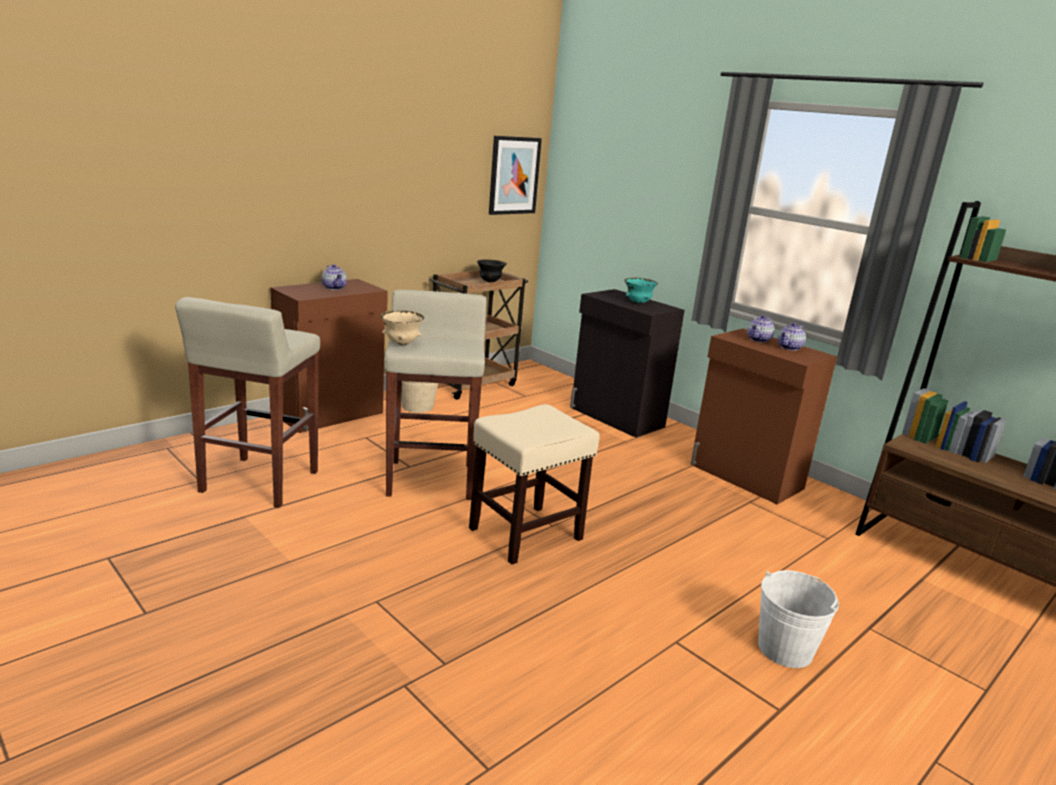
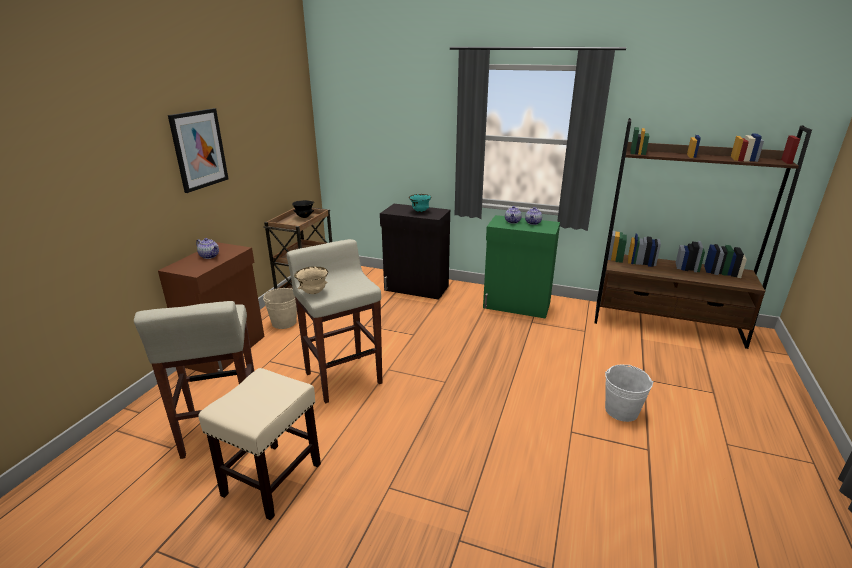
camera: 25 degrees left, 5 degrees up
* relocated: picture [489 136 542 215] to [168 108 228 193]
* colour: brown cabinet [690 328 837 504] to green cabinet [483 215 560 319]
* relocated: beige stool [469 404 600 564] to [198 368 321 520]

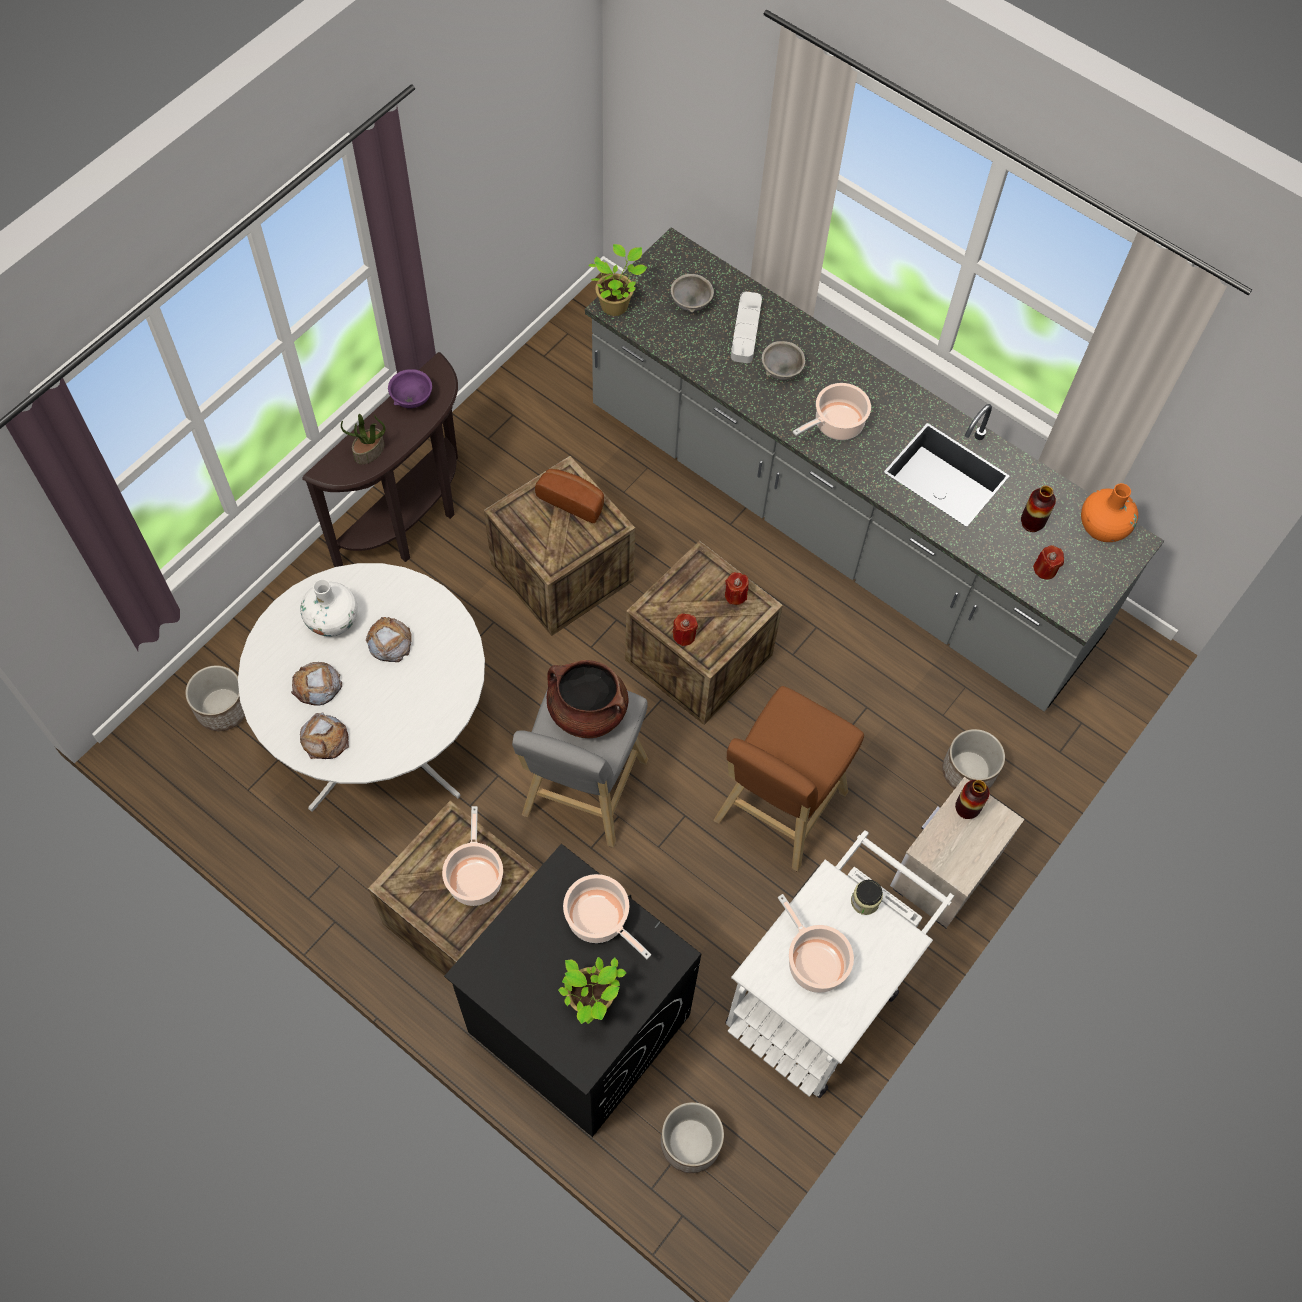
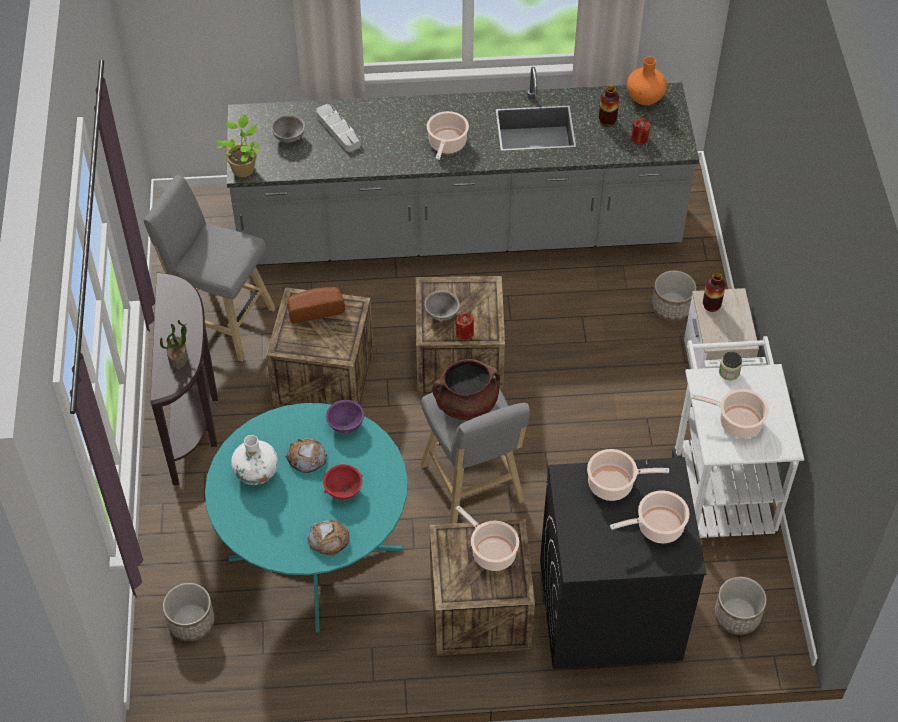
camera: 40 degrees left, 10 degrees down
* relocated: grey bowl [762 341 805 380] to [424 290 460 322]
* relocated: purple bowl [388 369 432 408] to [326 400 364 434]
* colour: white dining table [238 563 485 812] to turquoise dining table [205 403 408 632]
* missing: red candle [725 572 749 605]
* missing: bread [291 662 342 706]
* missing: brown stool [714 686 864 872]
* exchanged: potted plant [558 957 626 1024] to cooking pot [610 490 690 543]
* appeared: grey stool [144 175 276 361]
* appeared: red bowl [323 464 363 500]

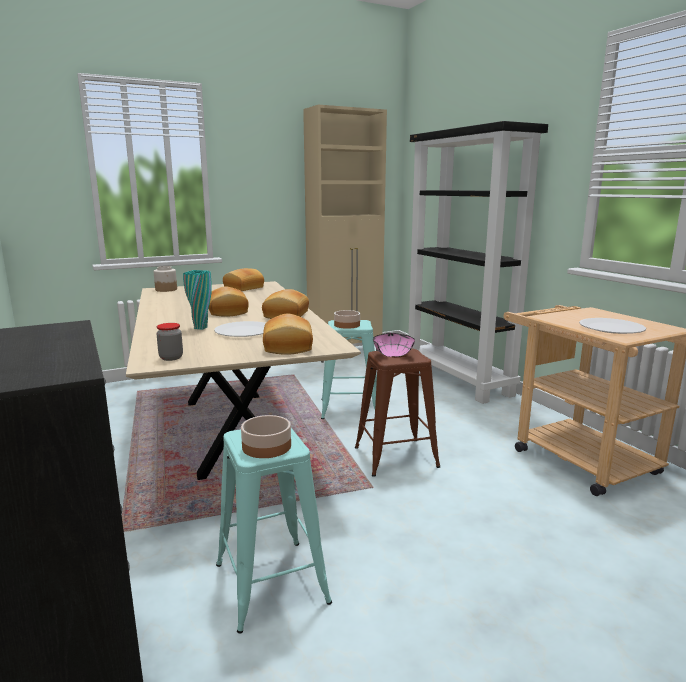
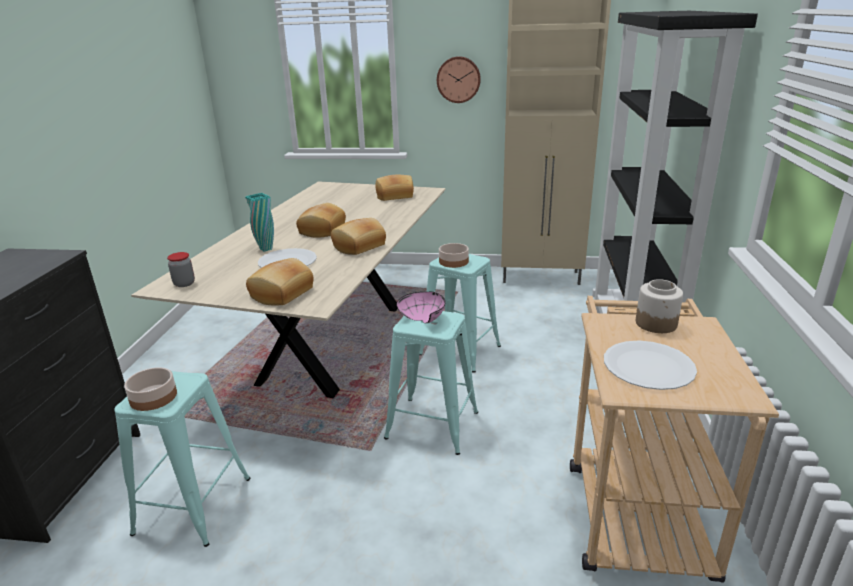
camera: 35 degrees right, 10 degrees up
* relocated: jar [154 266 177 292] to [636 279 683 333]
* colour: brown stool [355 348 440 477] to turquoise stool [384 311 478 455]
* appeared: wall clock [437 56 481 103]

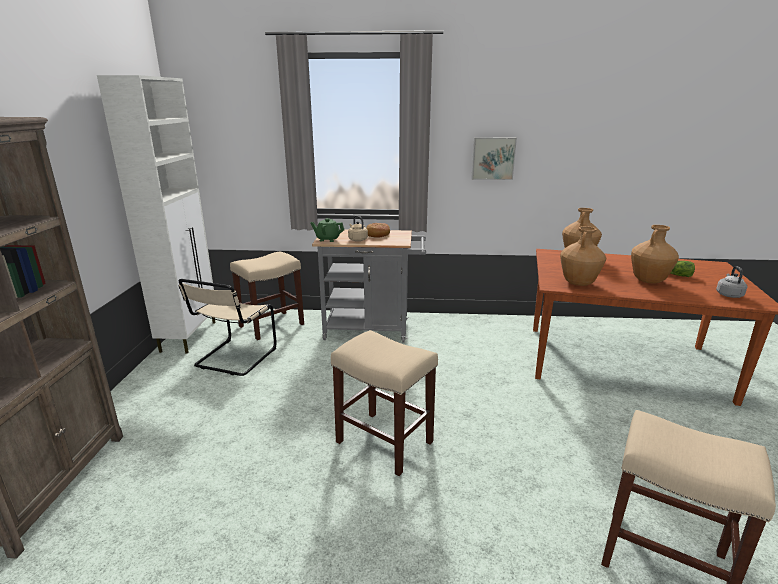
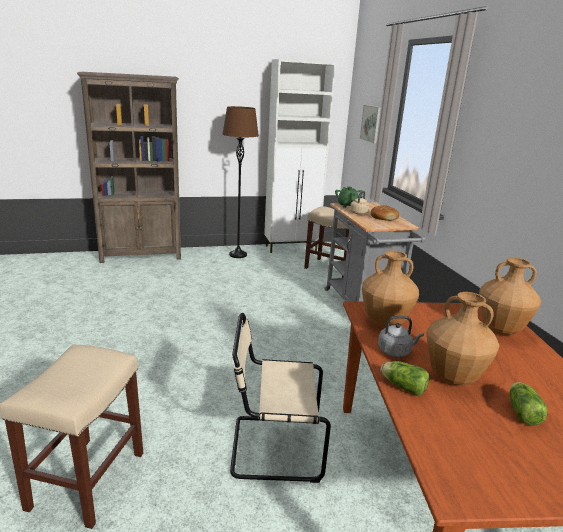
camera: 70 degrees right, 0 degrees up
* relocated: picture [471 137 517 180] to [360 105 381 143]
* relocated: grey kettle [716 266 747 298] to [378 316 424 357]
* relocated: beige chair [179 279 277 376] to [230 313 331 483]
* missing: beige stool [331 330 438 476]
* appeared: brown floor lamp [223 106 259 258]
* appeared: lettuce [381 361 429 395]

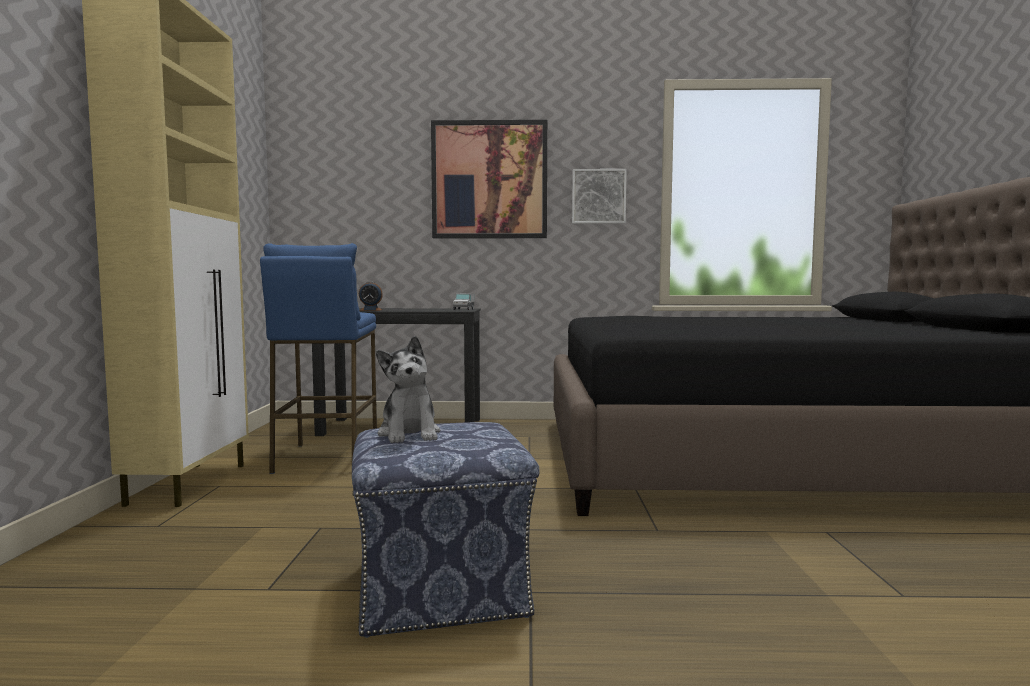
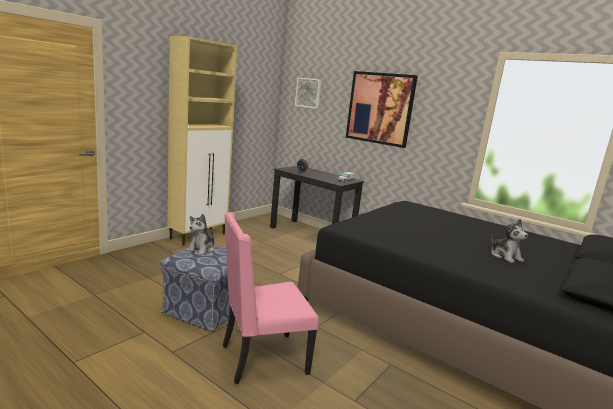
camera: 35 degrees right, 10 degrees up
* relocated: picture [572 169 627 224] to [295 77 321 109]
* missing: blue stool [260 243 377 474]
* appeared: pink chair [223 212 319 384]
* appeared: plush toy [491 219 528 263]

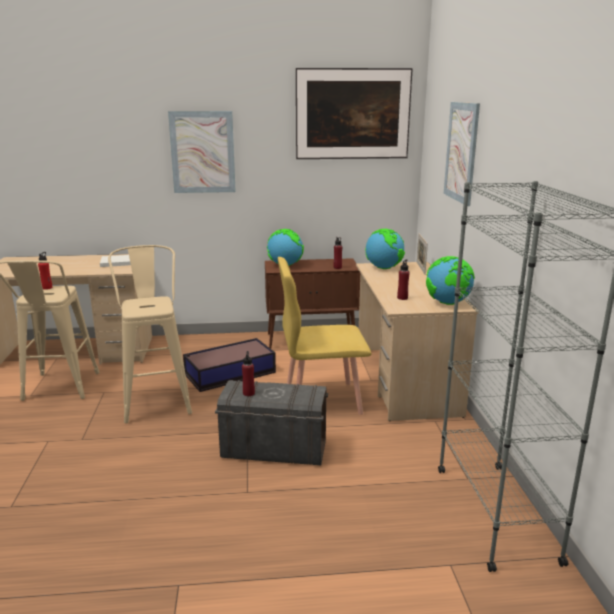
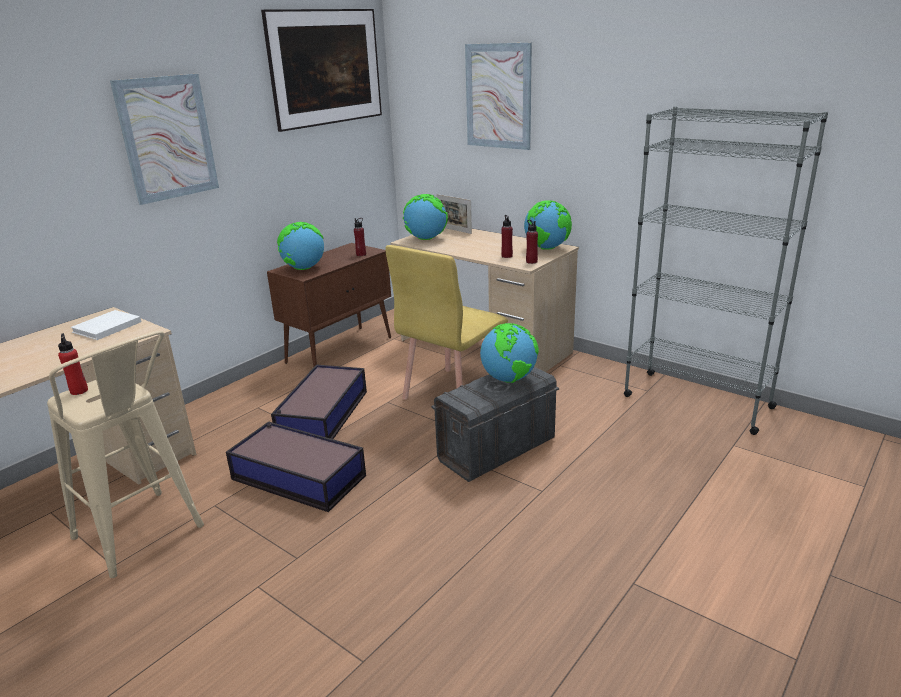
camera: 45 degrees left, 5 degrees up
* exchanged: beige stool [108 245 192 423] to storage box [226 421 366 512]
* relocated: red bottle [242 351 255 396] to [526 220 538 264]
* appeared: globe [480 323 539 383]

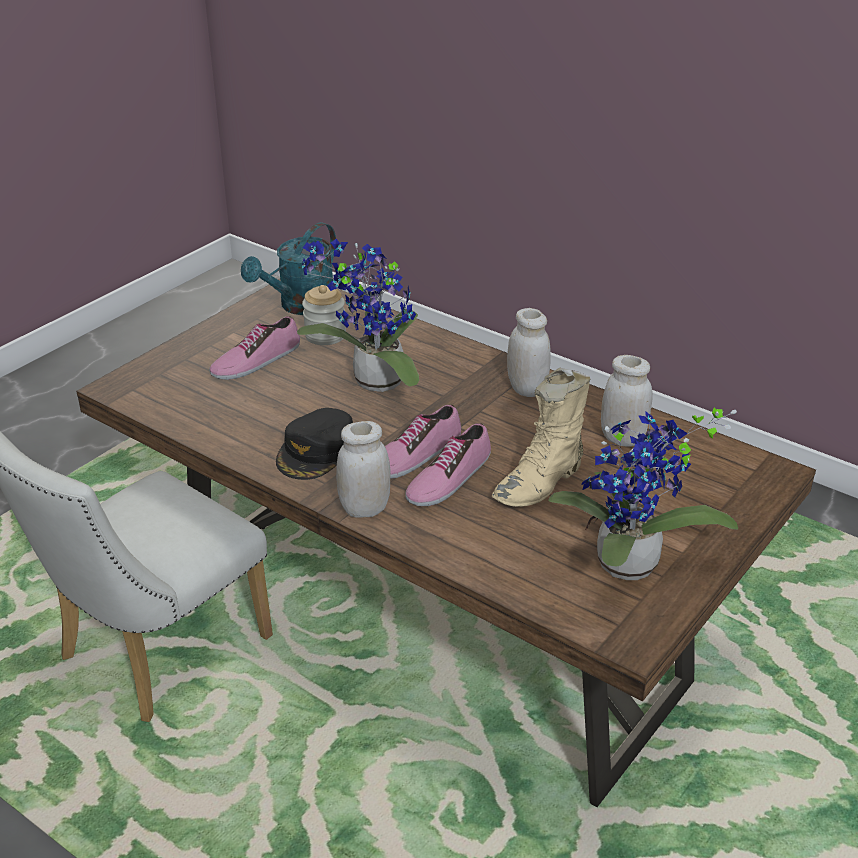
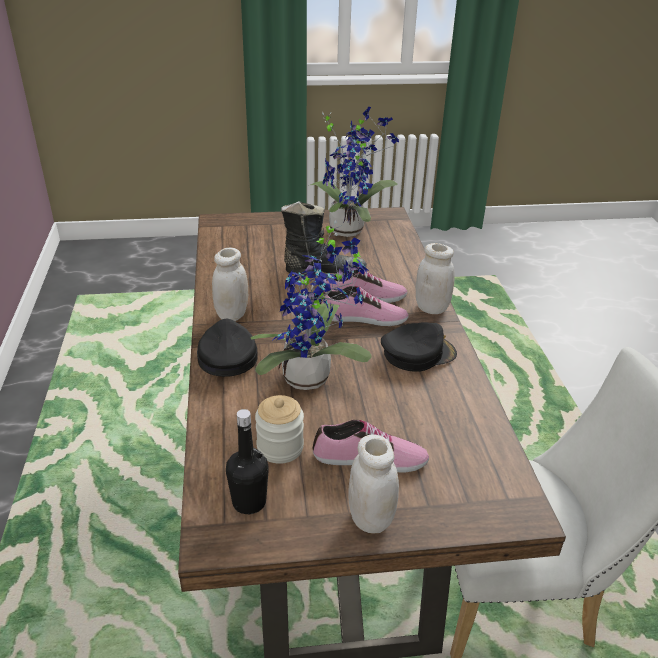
camera: 135 degrees left, 0 degrees up
* exchanged: turquoise watering can [241 222 336 315] to black bottle [226 409 269 514]
* relocated: white jar [601 355 653 447] to [348 434 399 534]
* colour: beige boot [492 368 590 507] to black boot [281 201 367 275]
* appeared: black cap [197 319 258 377]

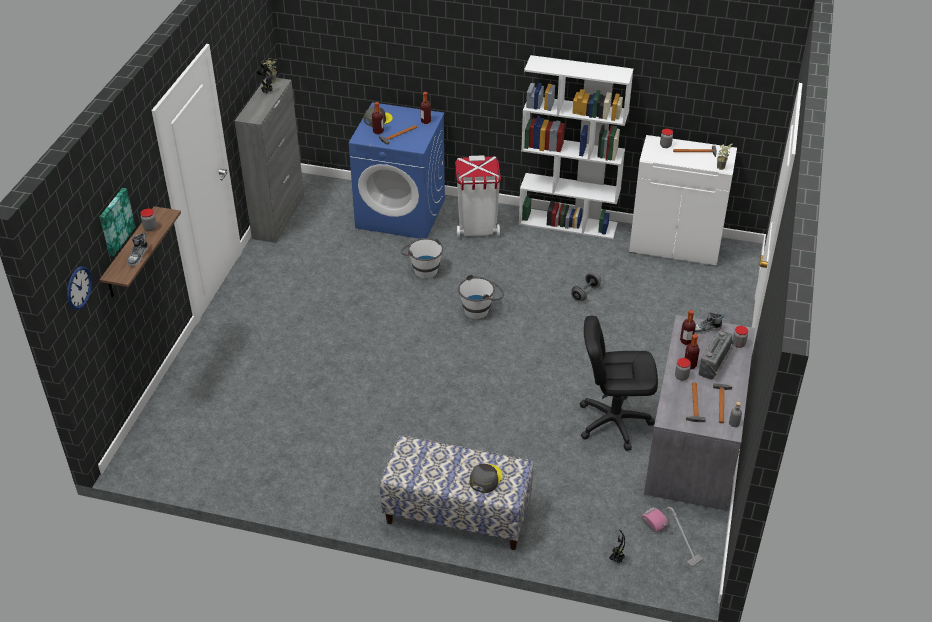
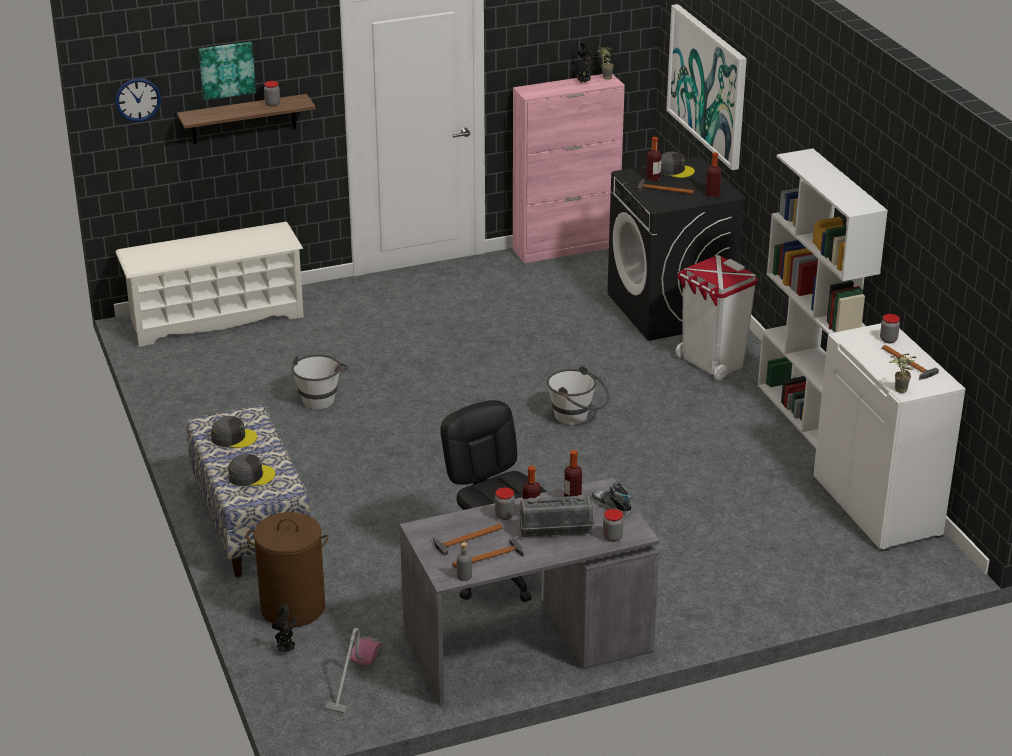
camera: 55 degrees right, 10 degrees down
* colour: grey cabinet [234 77 304 243] to pink cabinet [513 74 625 263]
* colour: blue washing machine [349 102 445 239] to black washing machine [607 157 746 341]
* missing: shoe [128 233 148 266]
* relocated: white bucket [401 238 443 279] to [292 354 349 410]
* missing: grey dumbbell [571 273 601 301]
* appeared: picture [666 4 747 170]
* appeared: white shoe rack [115 222 304 347]
* appeared: grey cap [211 416 257 448]
* appeared: brown laundry basket [246 512 328 628]

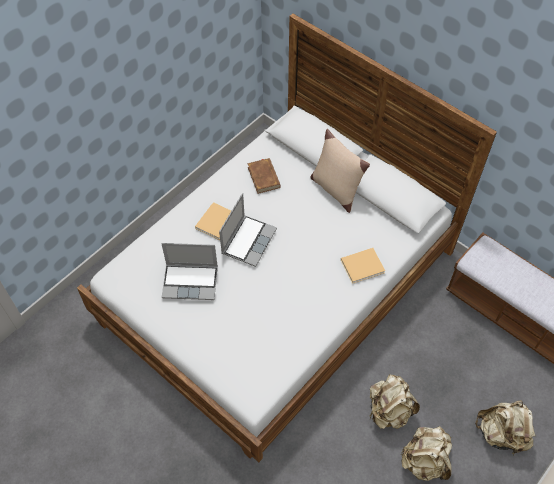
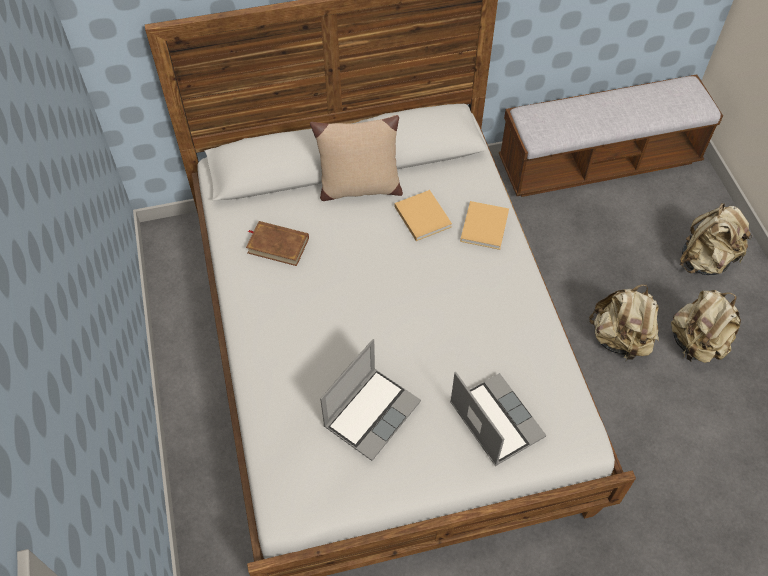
camera: 55 degrees left, 0 degrees up
* relocated: laptop [219 193 277 267] to [450 372 547 466]
* relocated: beige book [195 202 231 240] to [395 190 452 241]

